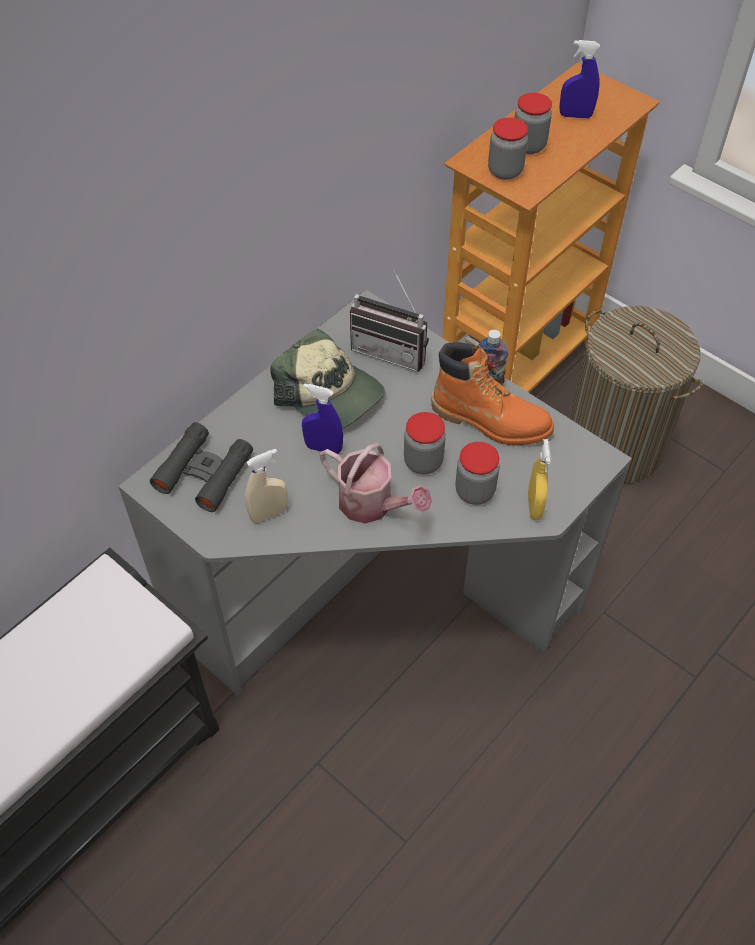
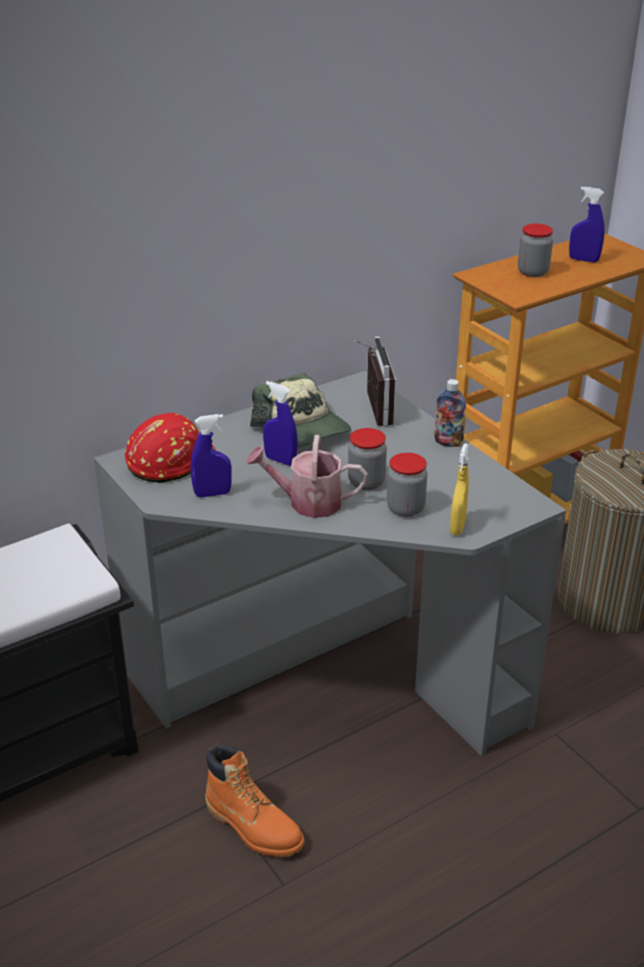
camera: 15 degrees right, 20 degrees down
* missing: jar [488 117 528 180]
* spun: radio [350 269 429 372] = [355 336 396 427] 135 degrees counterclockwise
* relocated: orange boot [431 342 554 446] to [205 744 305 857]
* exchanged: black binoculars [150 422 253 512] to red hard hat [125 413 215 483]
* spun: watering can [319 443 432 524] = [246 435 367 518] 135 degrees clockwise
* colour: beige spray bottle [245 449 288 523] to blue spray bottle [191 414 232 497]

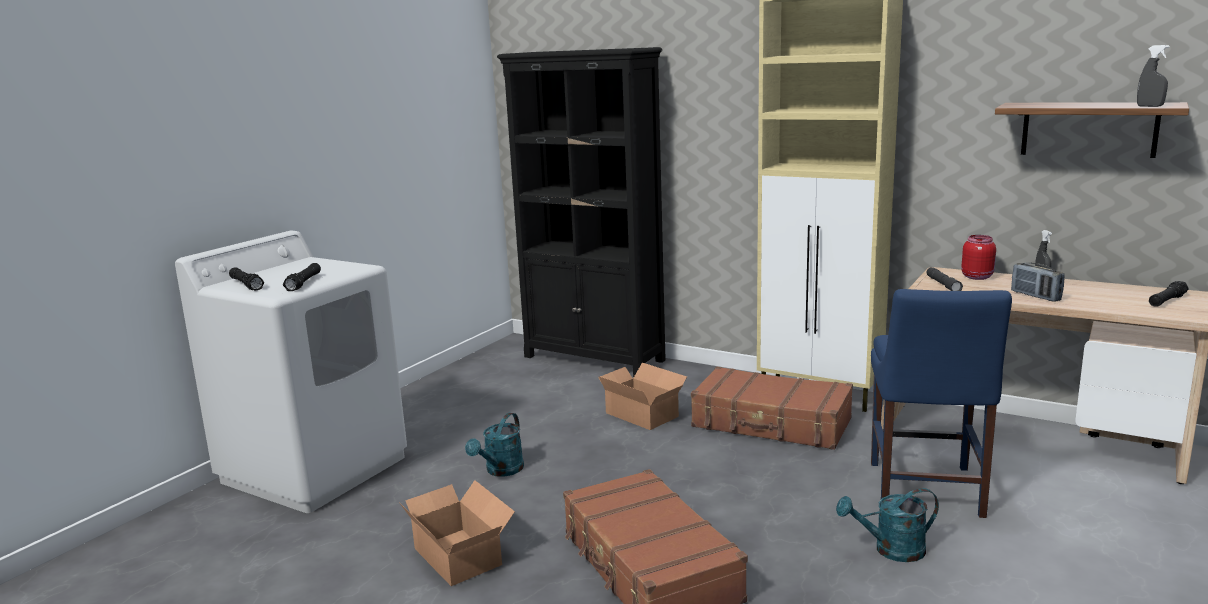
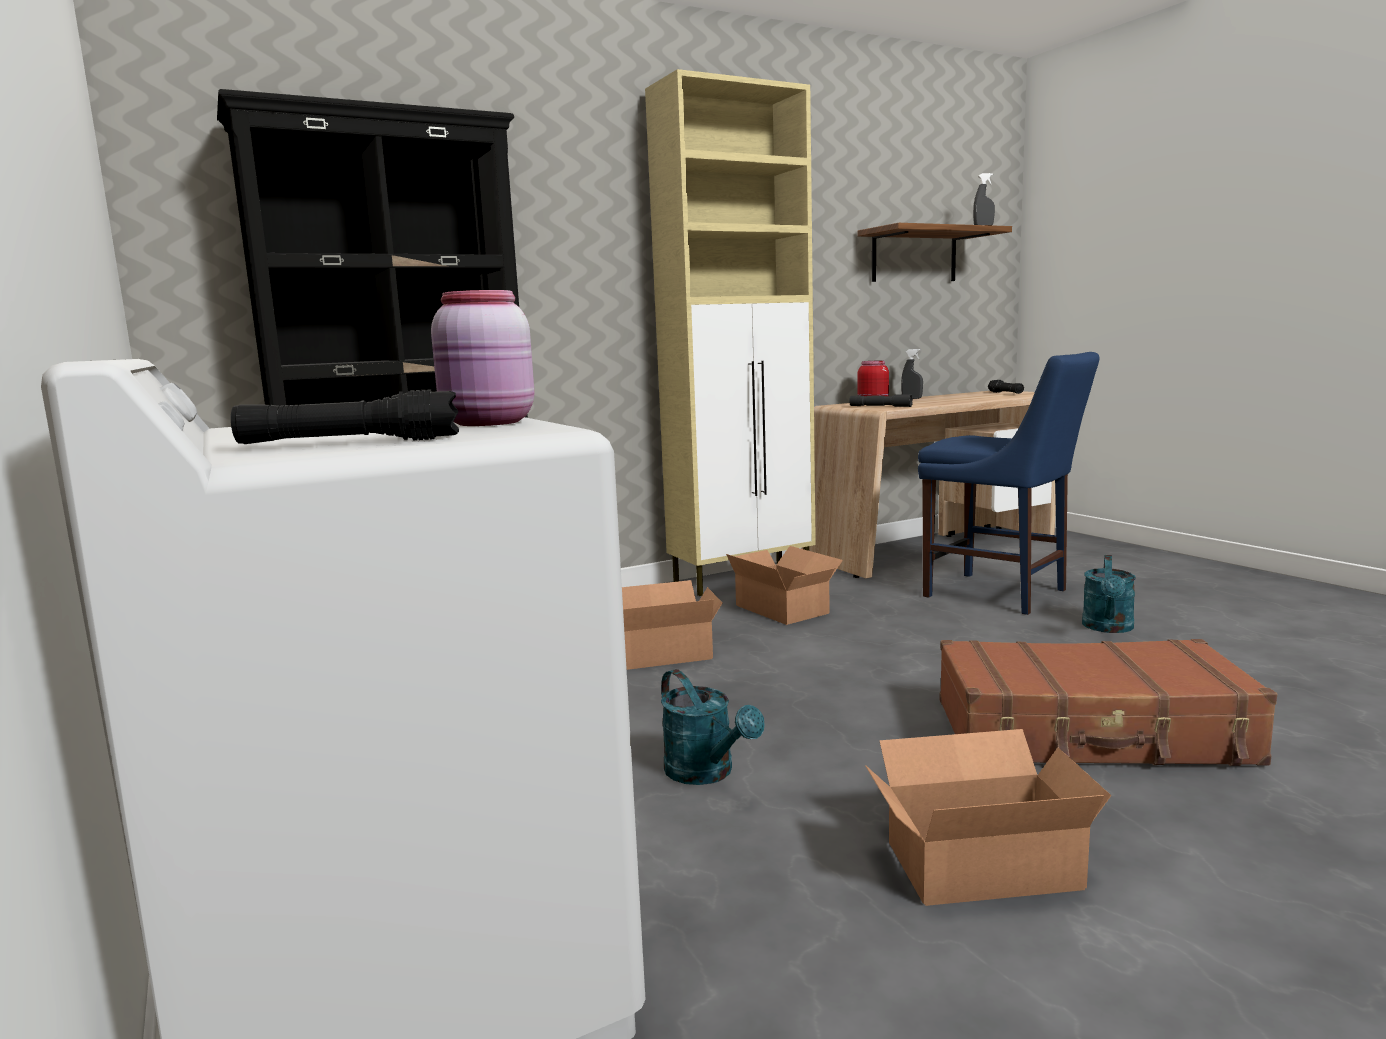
camera: 60 degrees left, 5 degrees down
* exchanged: black flashlight [283 263 321 291] to pink jar [431 290 534 426]
* missing: radio [1011 263 1065 302]
* exchanged: brown suitcase [691 366 853 450] to cardboard box [726 546 843 625]

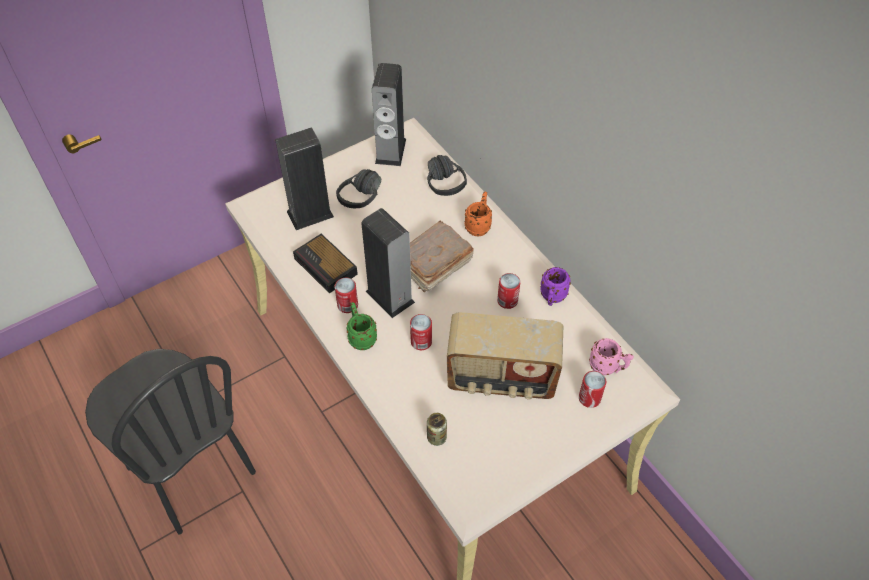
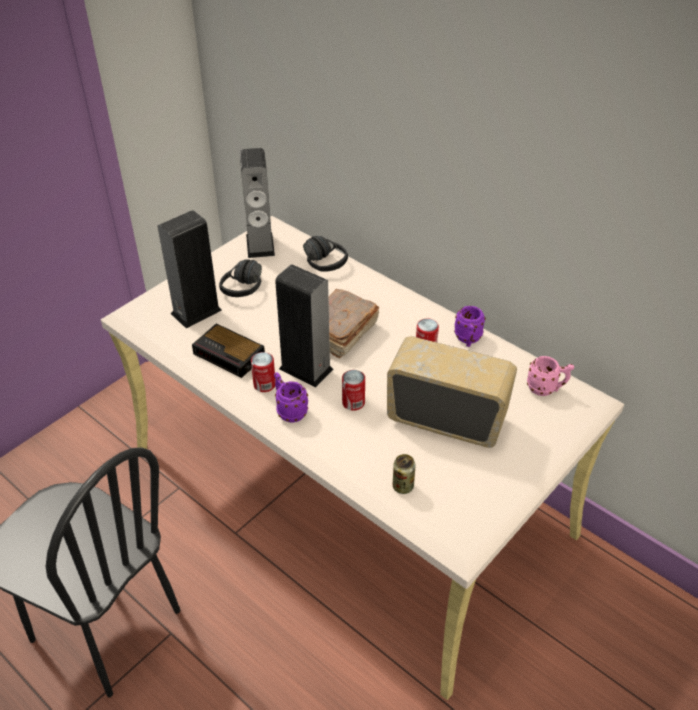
camera: 15 degrees left, 10 degrees down
* missing: orange mug [464 192 492 236]
* colour: green mug [347 302 377 350] to purple mug [274 372 308 423]
* spun: radio [447 312 563 400] = [387 336 517 448] 150 degrees counterclockwise
* missing: can [579 371 606 408]

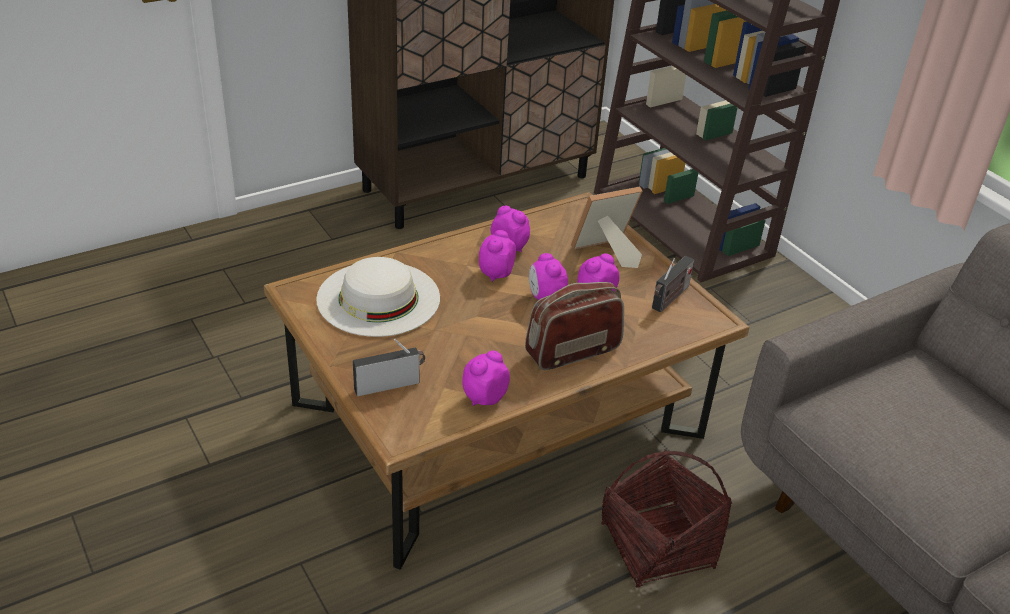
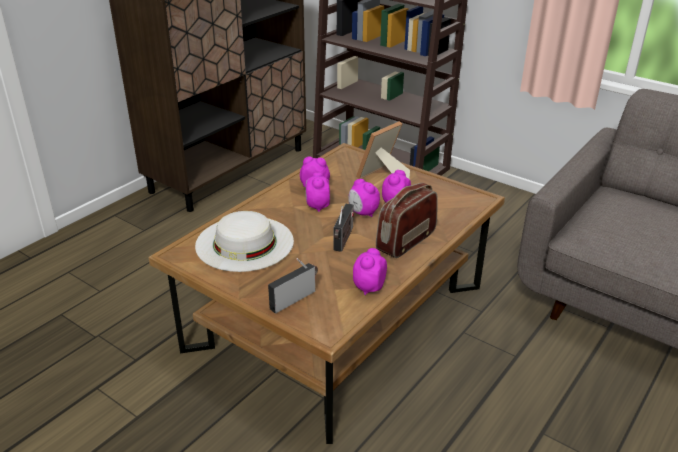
camera: 20 degrees left, 5 degrees down
* relocated: radio [652 256 694 312] to [334 204 354 252]
* missing: basket [601 449 732 588]

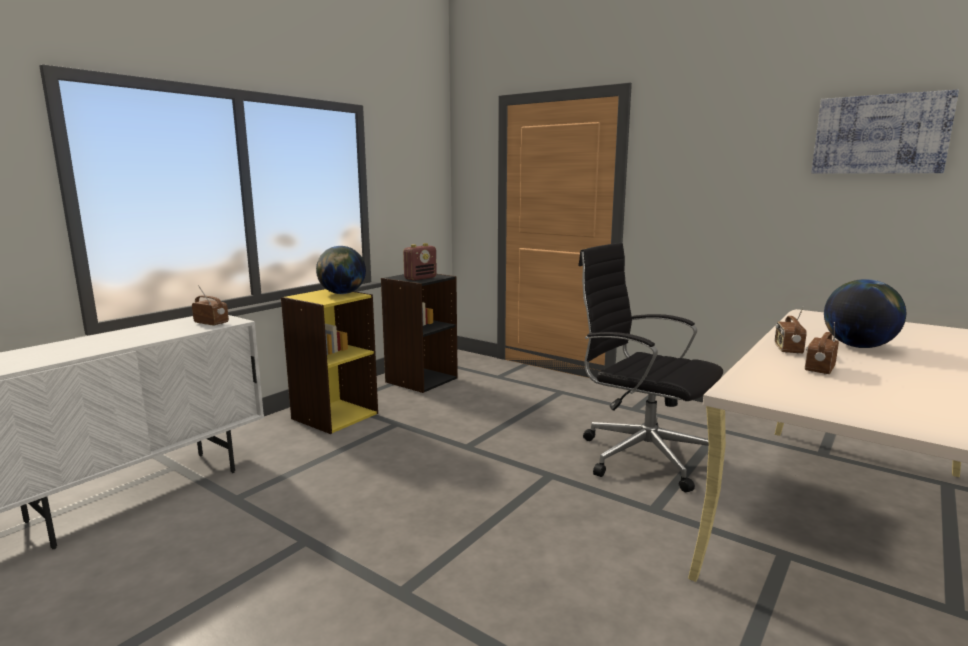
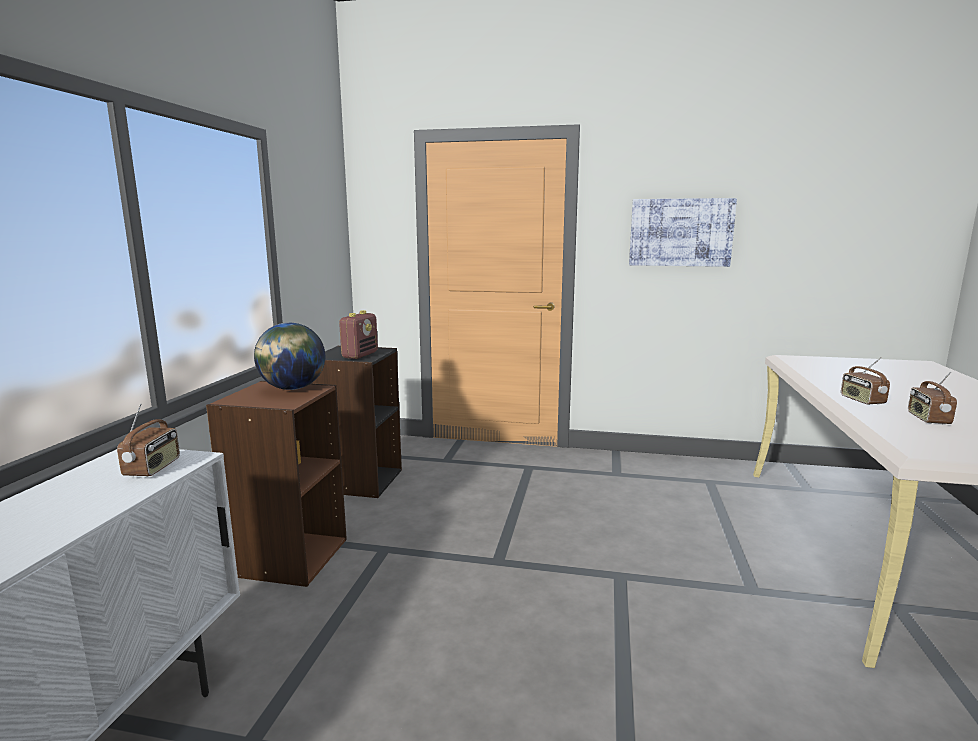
camera: 25 degrees left, 0 degrees up
* relocated: picture [811 90 959 174] to [629 198 737 267]
* missing: black office chair [578 243 723 492]
* missing: globe [824 279 906 348]
* spun: radio [192 285 229 326] = [117 403 180 477] 90 degrees clockwise
* colour: yellow bookcase [281 289 378 434] to brown bookcase [206 381 347 587]

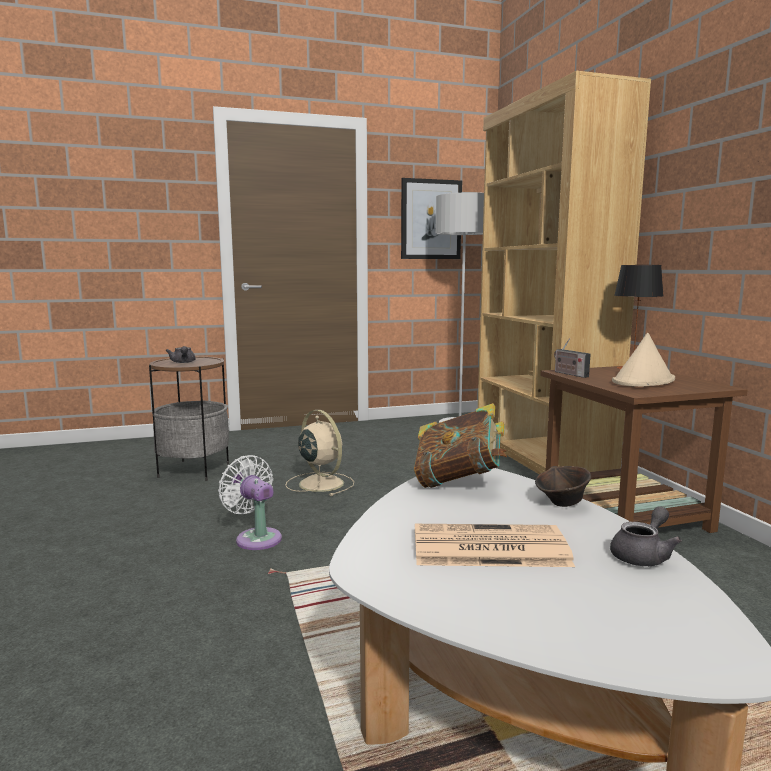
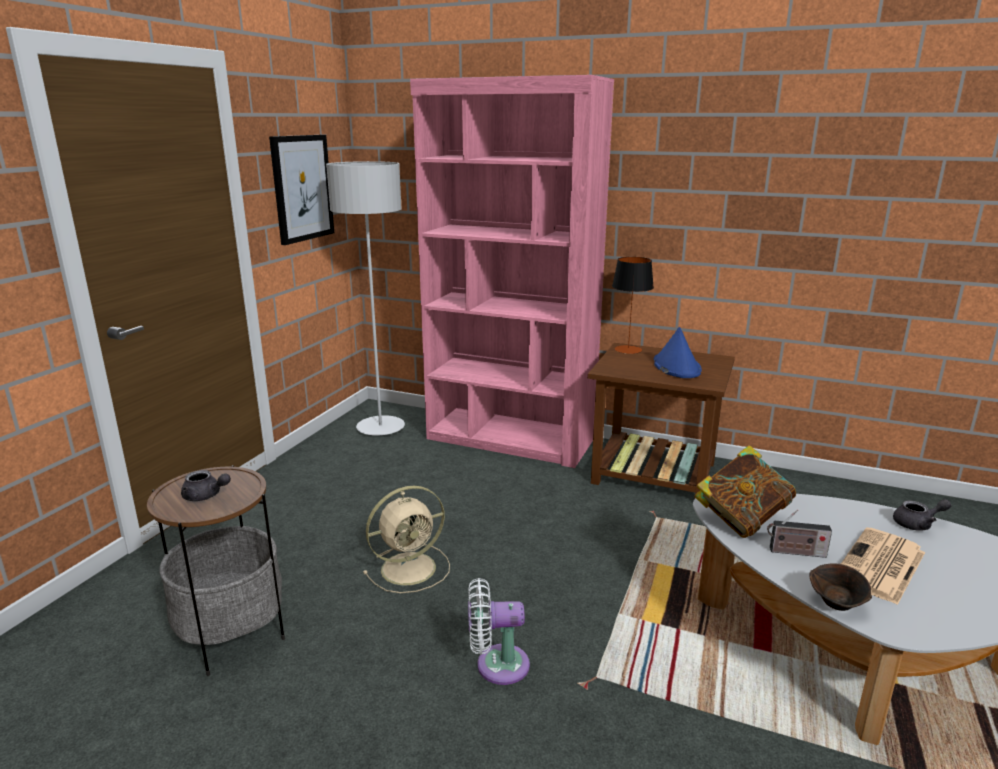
camera: 50 degrees left, 10 degrees up
* colour: brown bookcase [478 71 651 475] to pink bookcase [410 75 614 468]
* colour: beige hat [612 333 675 387] to blue hat [654 327 702 378]
* relocated: radio [554 338 590 378] to [767 510 832 558]
* spun: beige fan [285 410 354 496] = [363 486 450 593] 150 degrees clockwise
* relocated: brown bowl [535 466 591 507] to [809 563 872 611]
* spun: grey teapot [610 506 682 566] = [893 499 952 531] 90 degrees clockwise

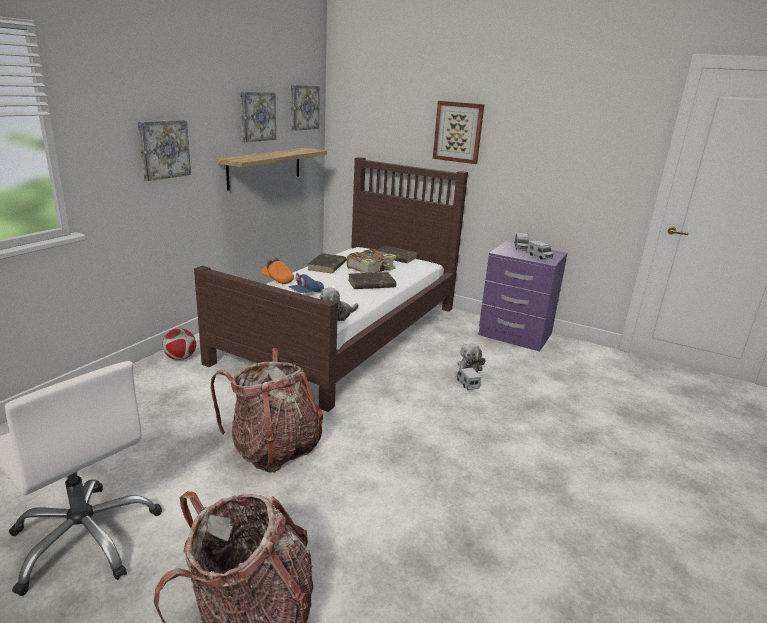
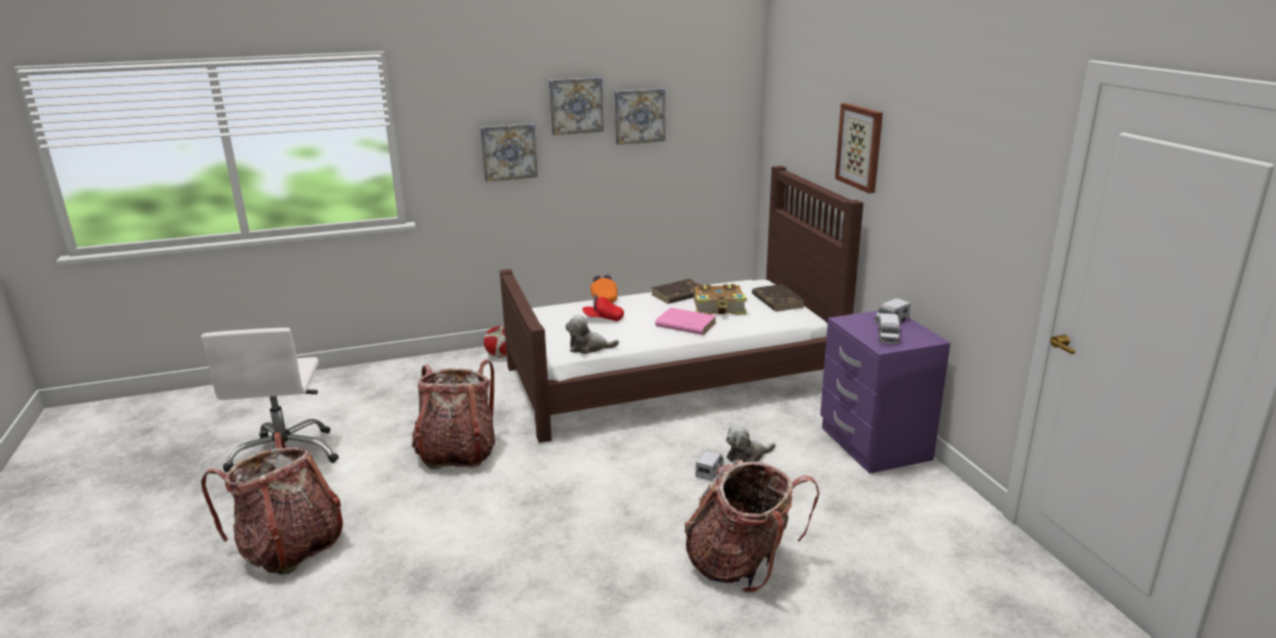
camera: 45 degrees right, 0 degrees up
* relocated: picture [291 85 320 131] to [549 77 604 135]
* missing: shelf [217 148 327 190]
* colour: brown book [348 272 396 289] to pink book [655 307 716 335]
* colour: blue cap [289 273 324 293] to red cap [582 294 624 321]
* appeared: backpack [684 460 819 593]

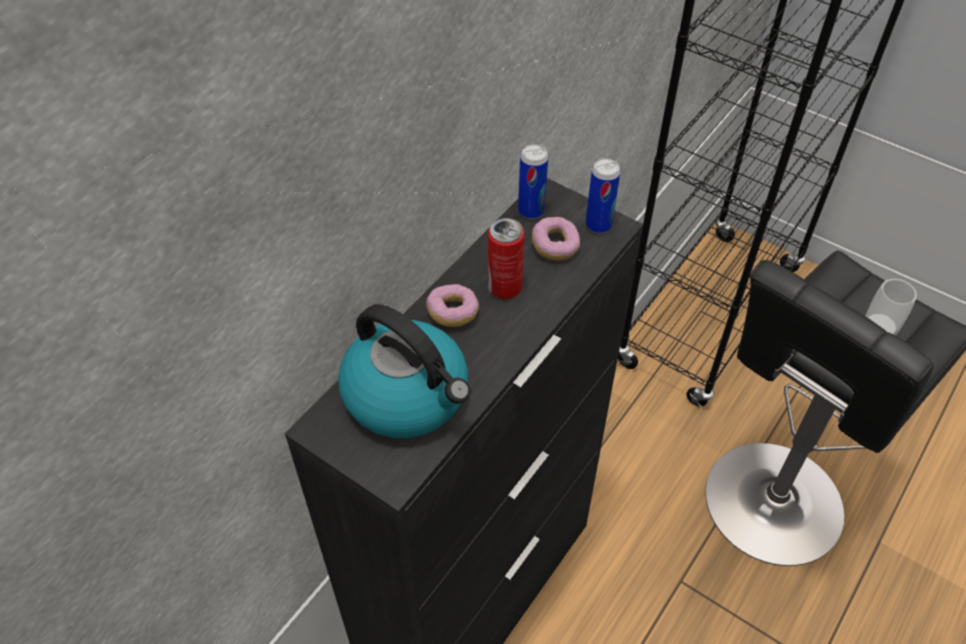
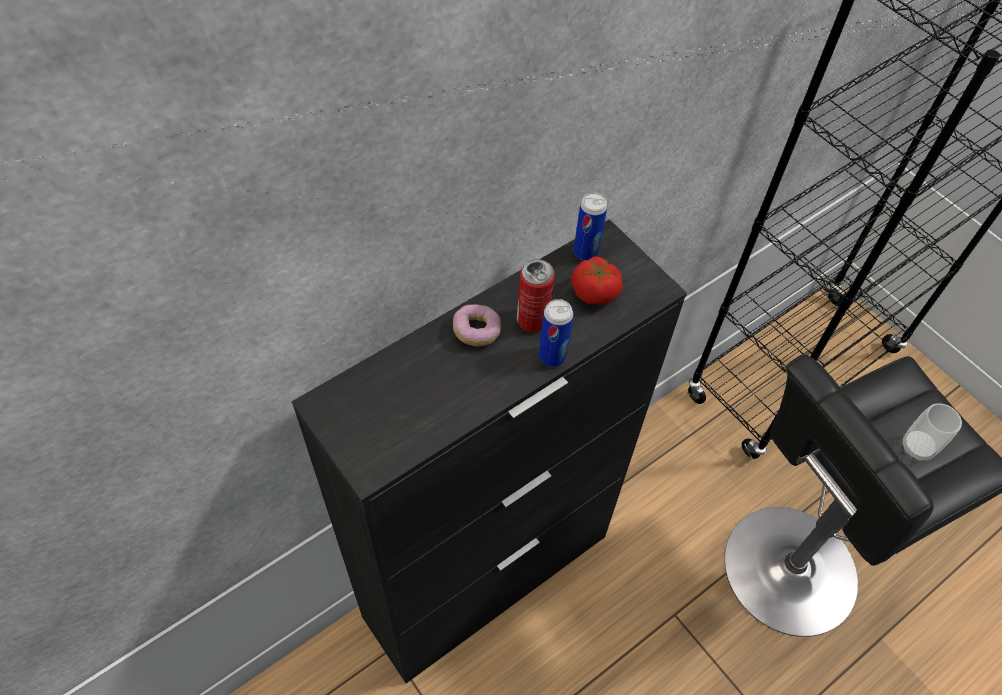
camera: 15 degrees right, 5 degrees up
* relocated: can [585 158 620 233] to [539 299 573 367]
* exchanged: donut [532 217 580 261] to tomato [571 256 623 305]
* missing: kettle [338 304 471 438]

